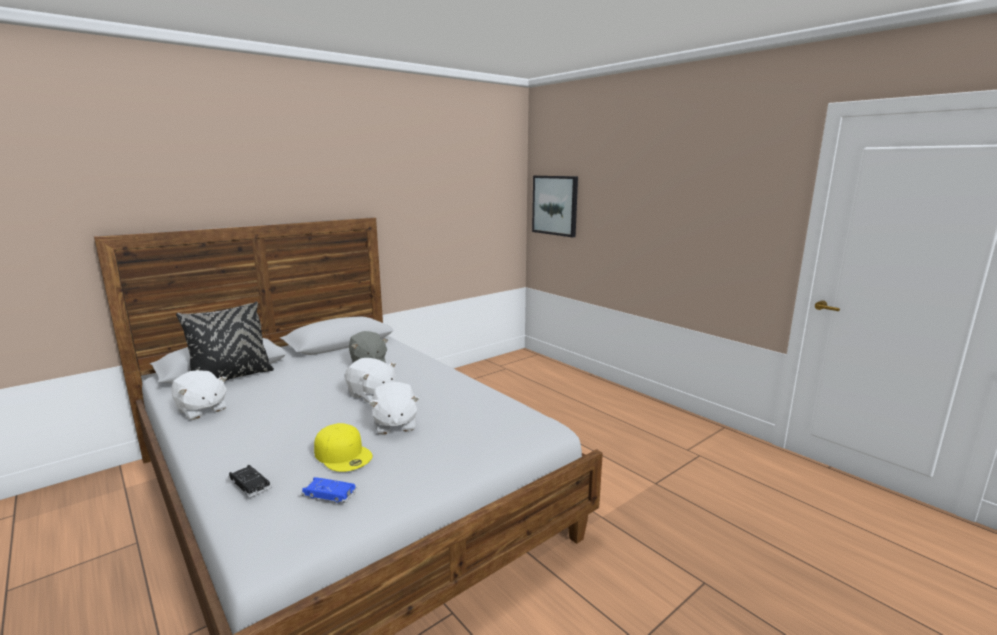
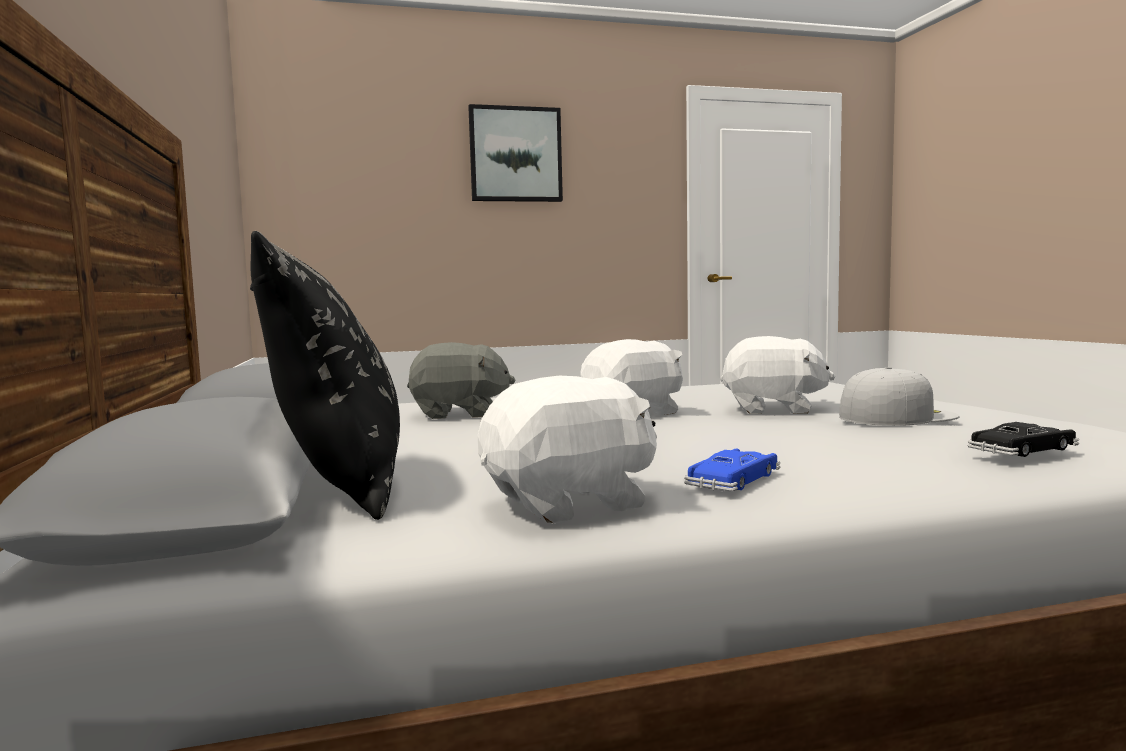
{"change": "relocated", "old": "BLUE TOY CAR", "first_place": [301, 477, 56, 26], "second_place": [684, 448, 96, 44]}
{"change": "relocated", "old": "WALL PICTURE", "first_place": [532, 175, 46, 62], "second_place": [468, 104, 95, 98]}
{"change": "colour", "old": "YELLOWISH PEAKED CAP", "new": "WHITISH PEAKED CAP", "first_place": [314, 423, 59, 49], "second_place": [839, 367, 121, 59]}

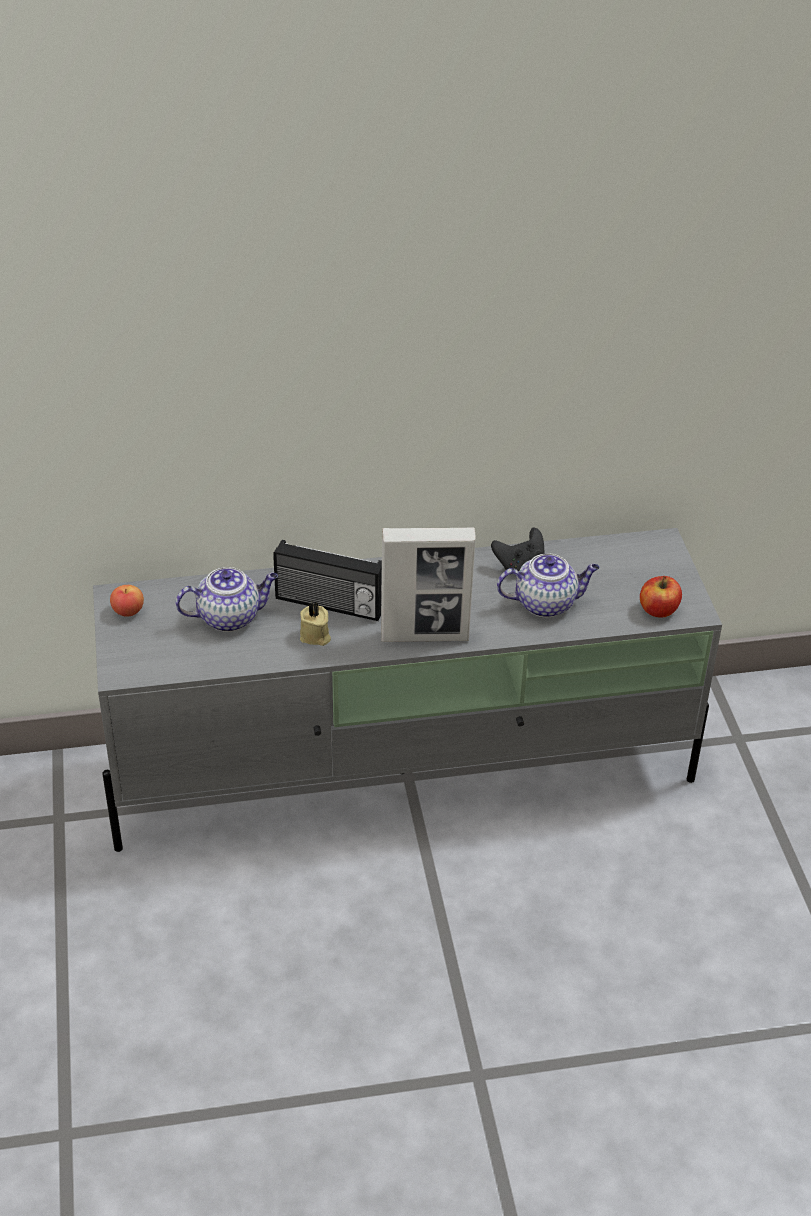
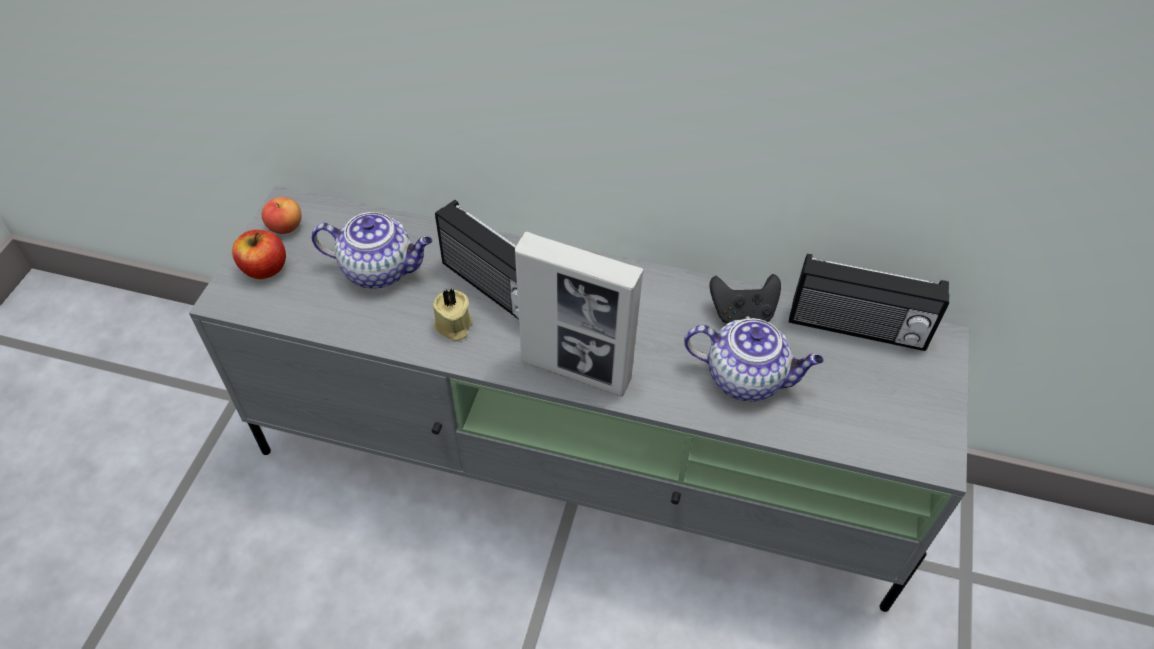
{"change": "appeared", "new": "RADIO RECEIVER", "second_place": [789, 254, 160, 97]}
{"change": "relocated", "old": "APPLE FRUIT", "first_place": [640, 576, 42, 42], "second_place": [232, 230, 54, 49]}

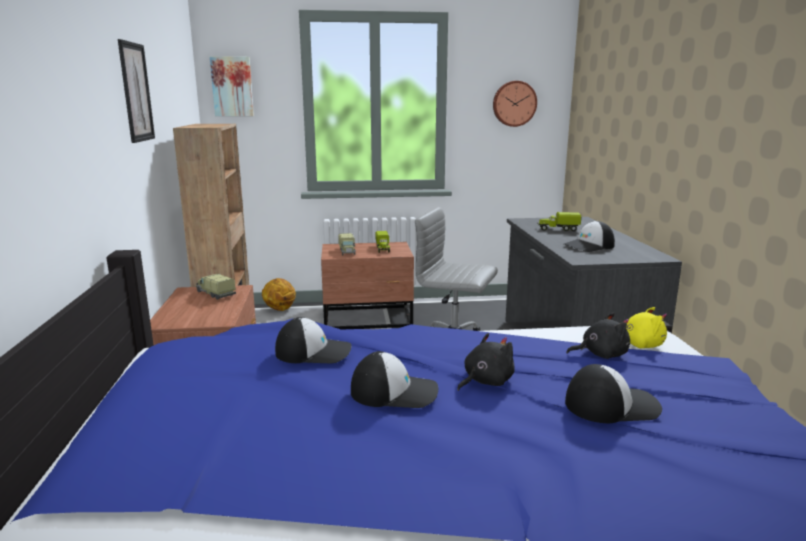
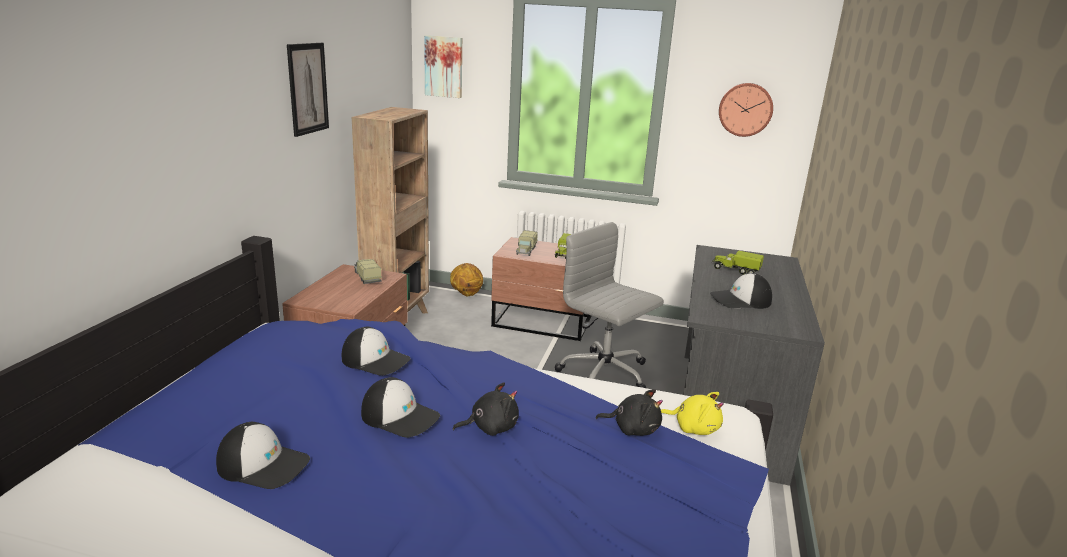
{"change": "relocated", "old": "PEAKED CAP", "first_place": [565, 364, 97, 59], "second_place": [216, 422, 94, 67]}

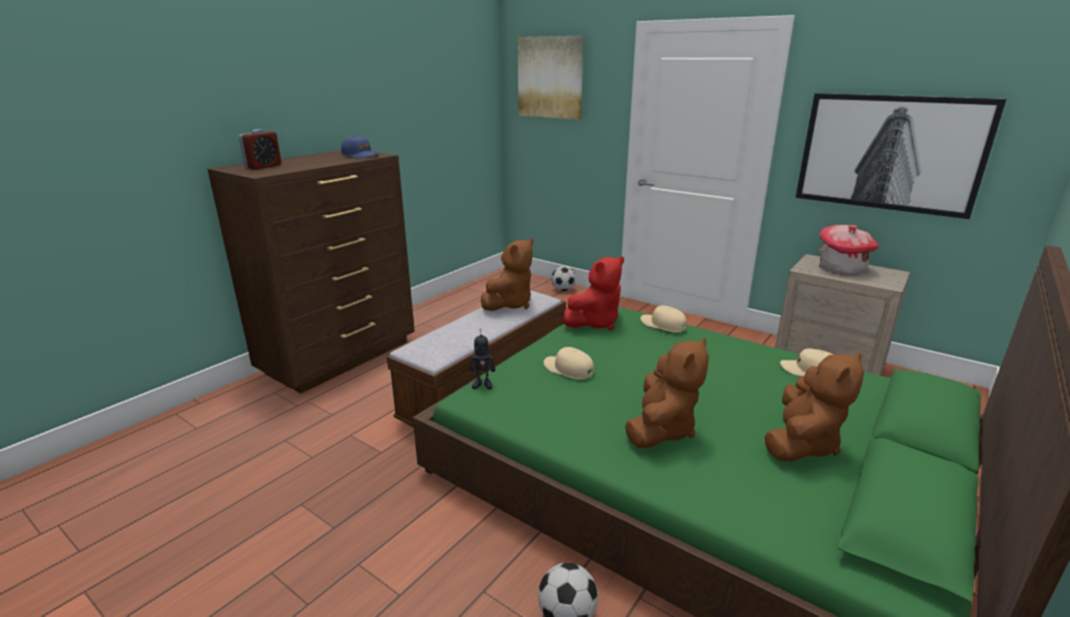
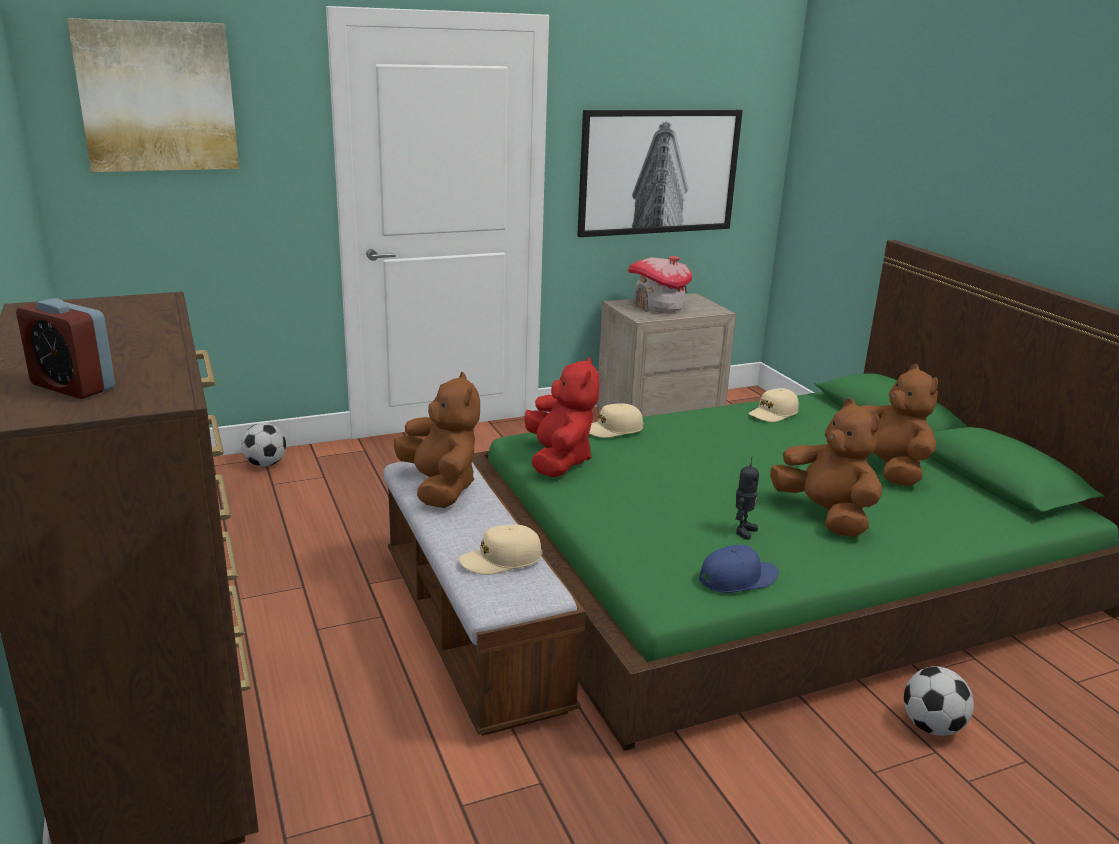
{"change": "relocated", "old": "BLUE PEAKED CAP", "first_place": [341, 136, 37, 23], "second_place": [699, 545, 80, 48]}
{"change": "relocated", "old": "TOY ROBOT", "first_place": [469, 328, 26, 61], "second_place": [736, 457, 23, 83]}
{"change": "relocated", "old": "BEIGE-COLOURED PEAKED CAP", "first_place": [544, 347, 50, 32], "second_place": [459, 525, 84, 50]}
{"change": "spun", "old": "ALARM CLOCK", "first_place": [239, 129, 42, 41], "second_place": [16, 298, 99, 101], "degrees": 150}

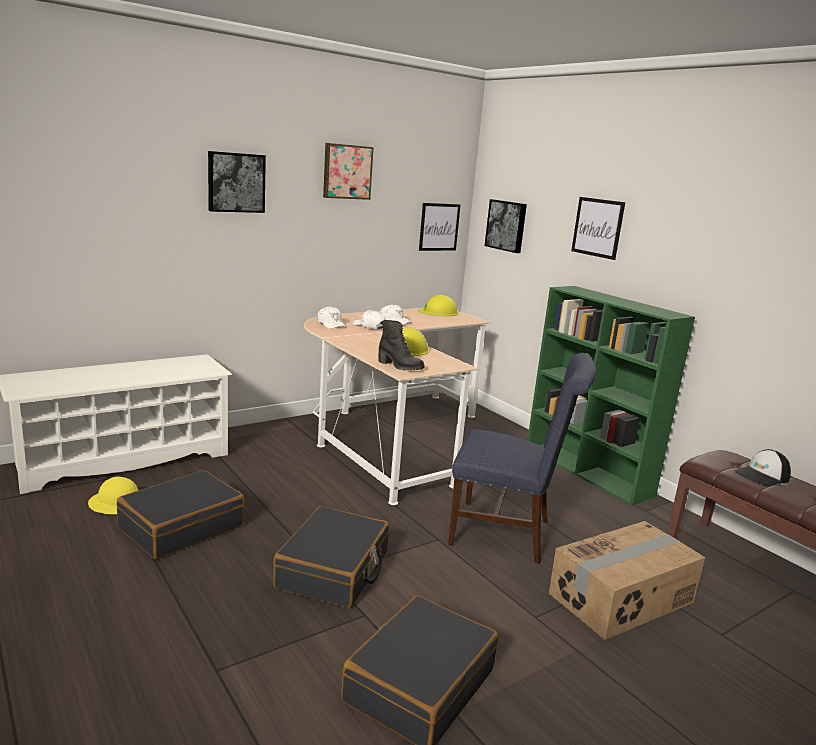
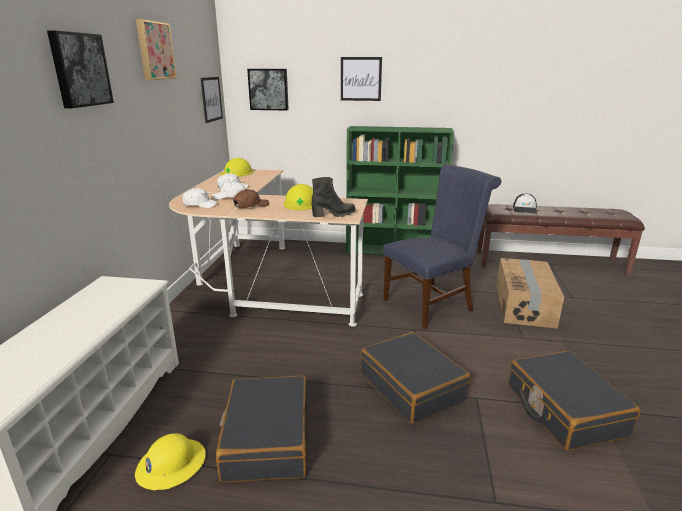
{"change": "appeared", "new": "BROWN PEAKED CAP", "second_place": [233, 189, 36, 19]}

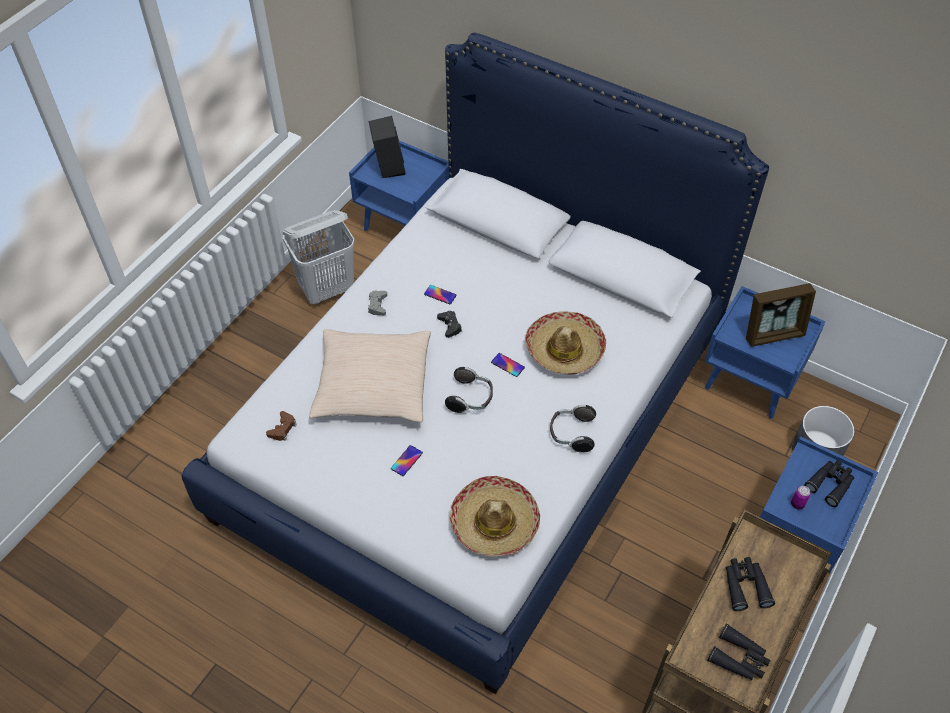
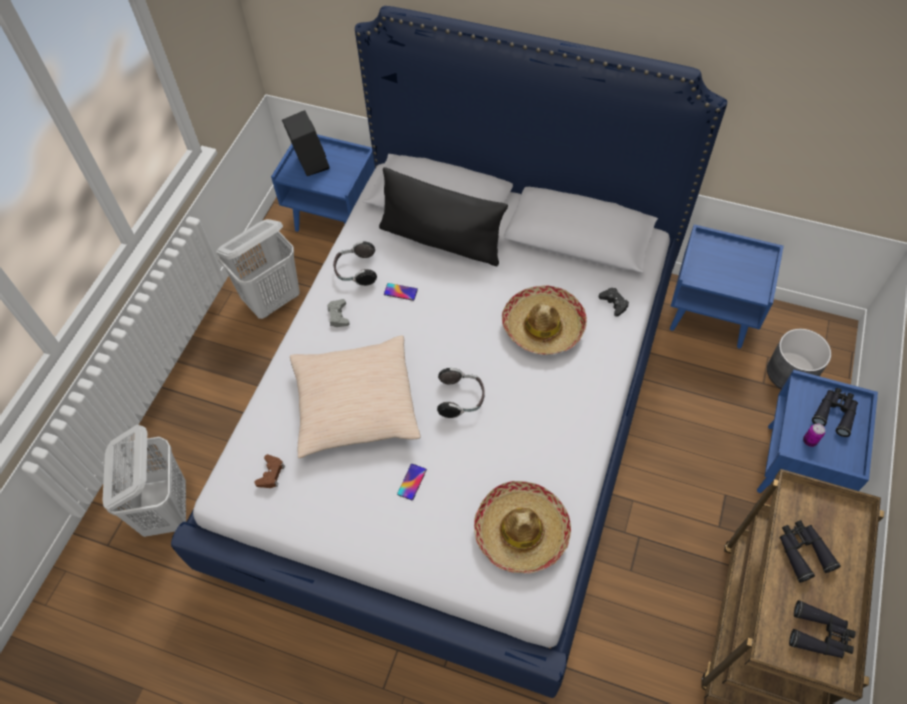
{"change": "missing", "old": "HANDSET", "first_place": [491, 353, 34, 24]}
{"change": "missing", "old": "PHOTO FRAME", "first_place": [746, 283, 70, 64]}
{"change": "appeared", "new": "WHITISH WASHING BASKET", "second_place": [102, 425, 84, 112]}
{"change": "appeared", "new": "BLACKISH PILLOW", "second_place": [379, 167, 129, 99]}
{"change": "relocated", "old": "BLACKISH JOYPAD", "first_place": [437, 311, 25, 27], "second_place": [599, 288, 30, 29]}
{"change": "relocated", "old": "HEADPHONES", "first_place": [550, 405, 46, 48], "second_place": [333, 241, 44, 45]}

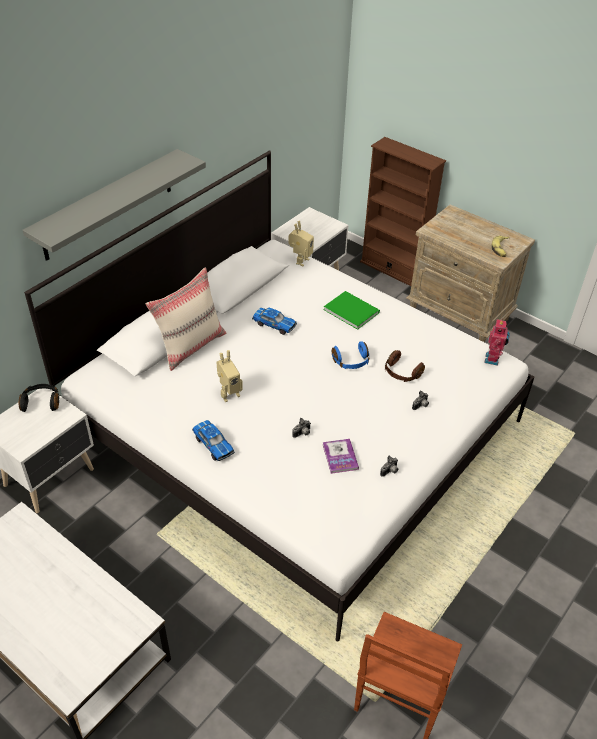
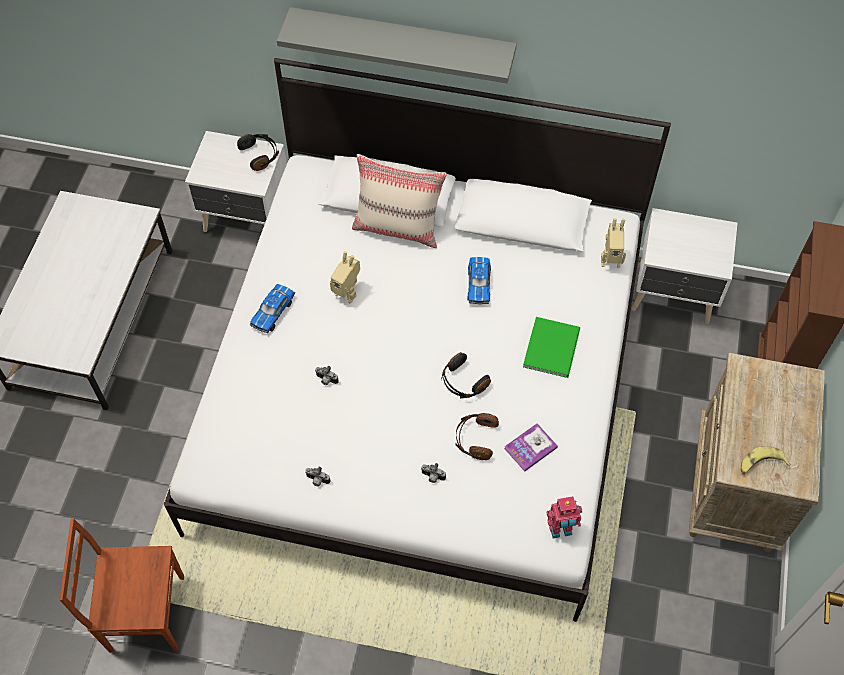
{"change": "relocated", "old": "VOLUME", "first_place": [323, 439, 36, 35], "second_place": [504, 423, 54, 49]}
{"change": "colour", "old": "BLUE HEADPHONES", "new": "BLACKISH HEADPHONES", "first_place": [332, 341, 38, 28], "second_place": [441, 352, 50, 46]}

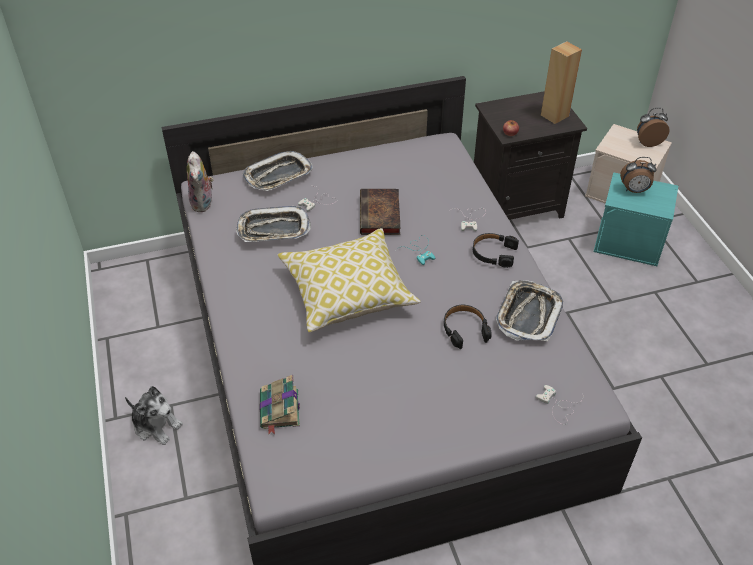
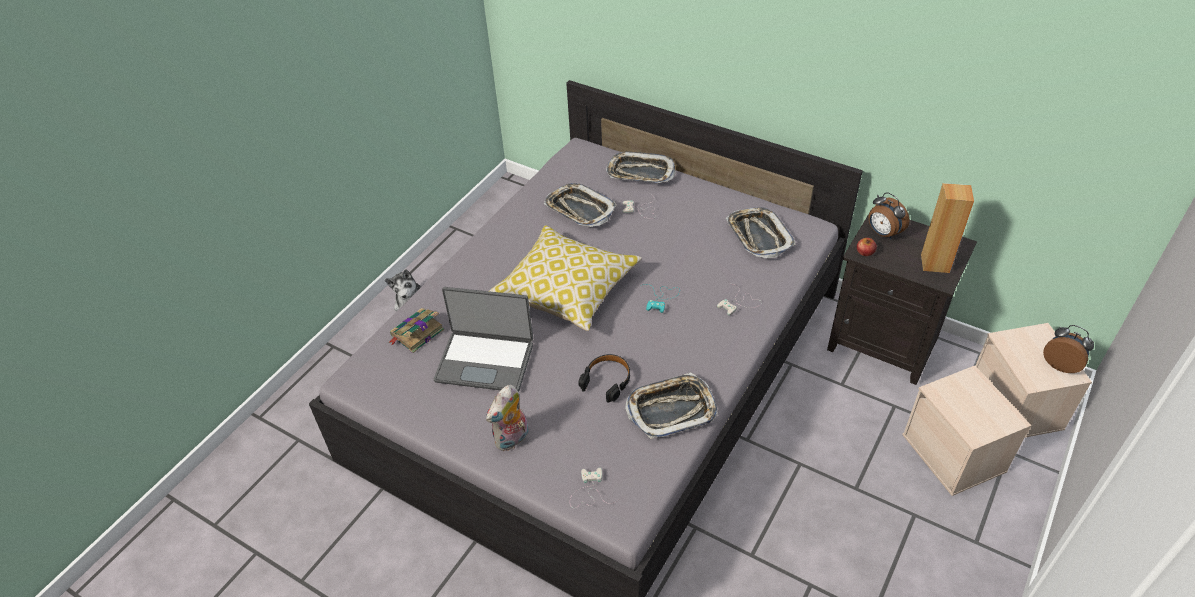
{"change": "missing", "old": "VOLUME", "first_place": [360, 189, 40, 46]}
{"change": "missing", "old": "BLACKISH HEADPHONES", "first_place": [473, 233, 46, 35]}
{"change": "appeared", "new": "NOTEBOOK COMPUTER", "second_place": [434, 287, 99, 105]}
{"change": "appeared", "new": "TRAY", "second_place": [725, 207, 71, 51]}
{"change": "relocated", "old": "SOFT TOY", "first_place": [187, 151, 27, 61], "second_place": [486, 385, 43, 66]}
{"change": "relocated", "old": "ALARM CLOCK", "first_place": [620, 157, 36, 36], "second_place": [868, 192, 41, 48]}
{"change": "colour", "old": "BLUE-GREEN STORAGE BOX", "new": "BEIGE-COLOURED STORAGE BOX", "first_place": [593, 172, 85, 94], "second_place": [902, 366, 129, 130]}

